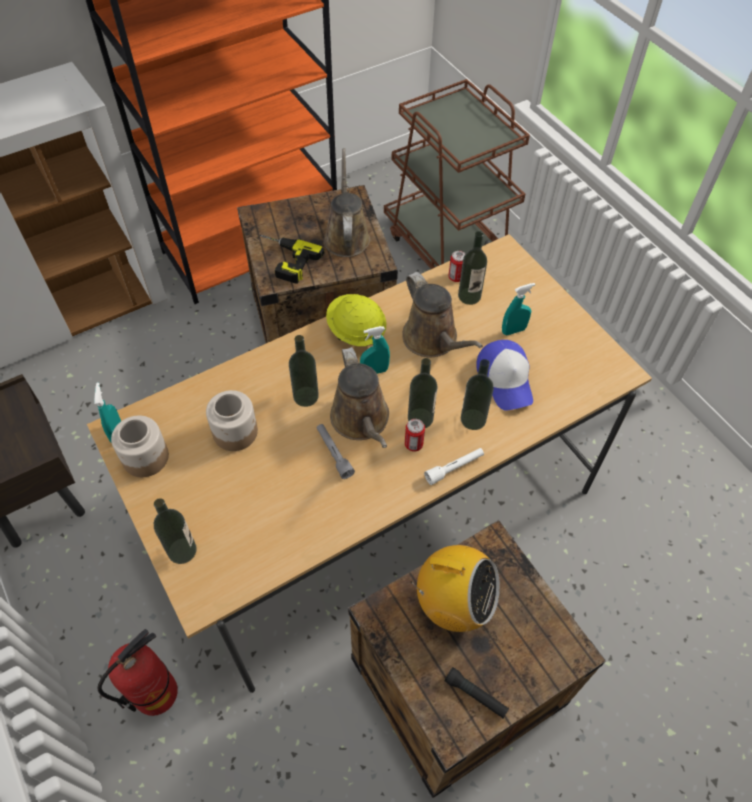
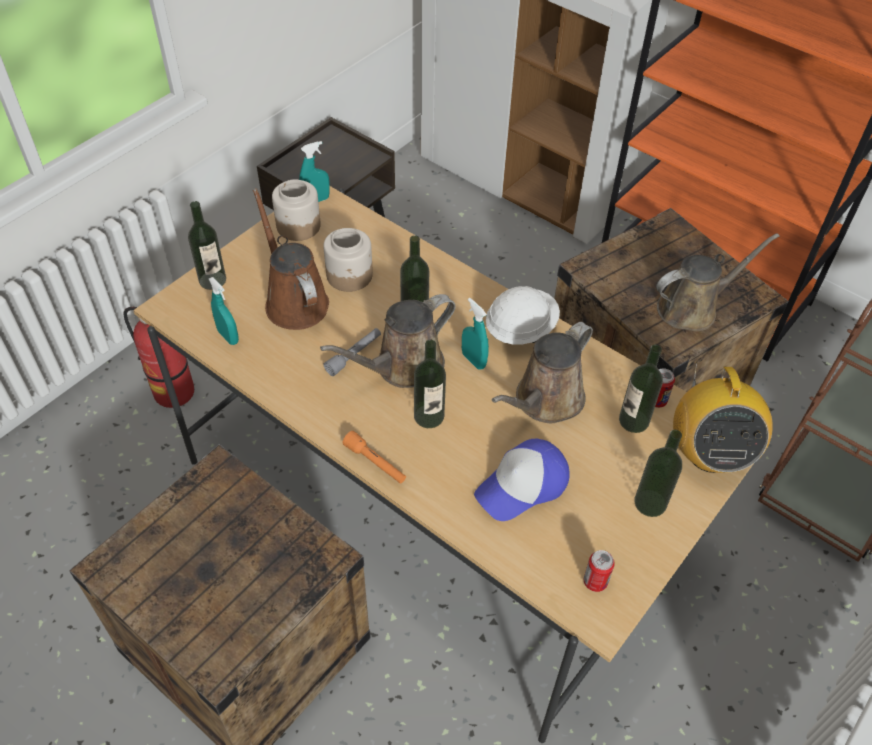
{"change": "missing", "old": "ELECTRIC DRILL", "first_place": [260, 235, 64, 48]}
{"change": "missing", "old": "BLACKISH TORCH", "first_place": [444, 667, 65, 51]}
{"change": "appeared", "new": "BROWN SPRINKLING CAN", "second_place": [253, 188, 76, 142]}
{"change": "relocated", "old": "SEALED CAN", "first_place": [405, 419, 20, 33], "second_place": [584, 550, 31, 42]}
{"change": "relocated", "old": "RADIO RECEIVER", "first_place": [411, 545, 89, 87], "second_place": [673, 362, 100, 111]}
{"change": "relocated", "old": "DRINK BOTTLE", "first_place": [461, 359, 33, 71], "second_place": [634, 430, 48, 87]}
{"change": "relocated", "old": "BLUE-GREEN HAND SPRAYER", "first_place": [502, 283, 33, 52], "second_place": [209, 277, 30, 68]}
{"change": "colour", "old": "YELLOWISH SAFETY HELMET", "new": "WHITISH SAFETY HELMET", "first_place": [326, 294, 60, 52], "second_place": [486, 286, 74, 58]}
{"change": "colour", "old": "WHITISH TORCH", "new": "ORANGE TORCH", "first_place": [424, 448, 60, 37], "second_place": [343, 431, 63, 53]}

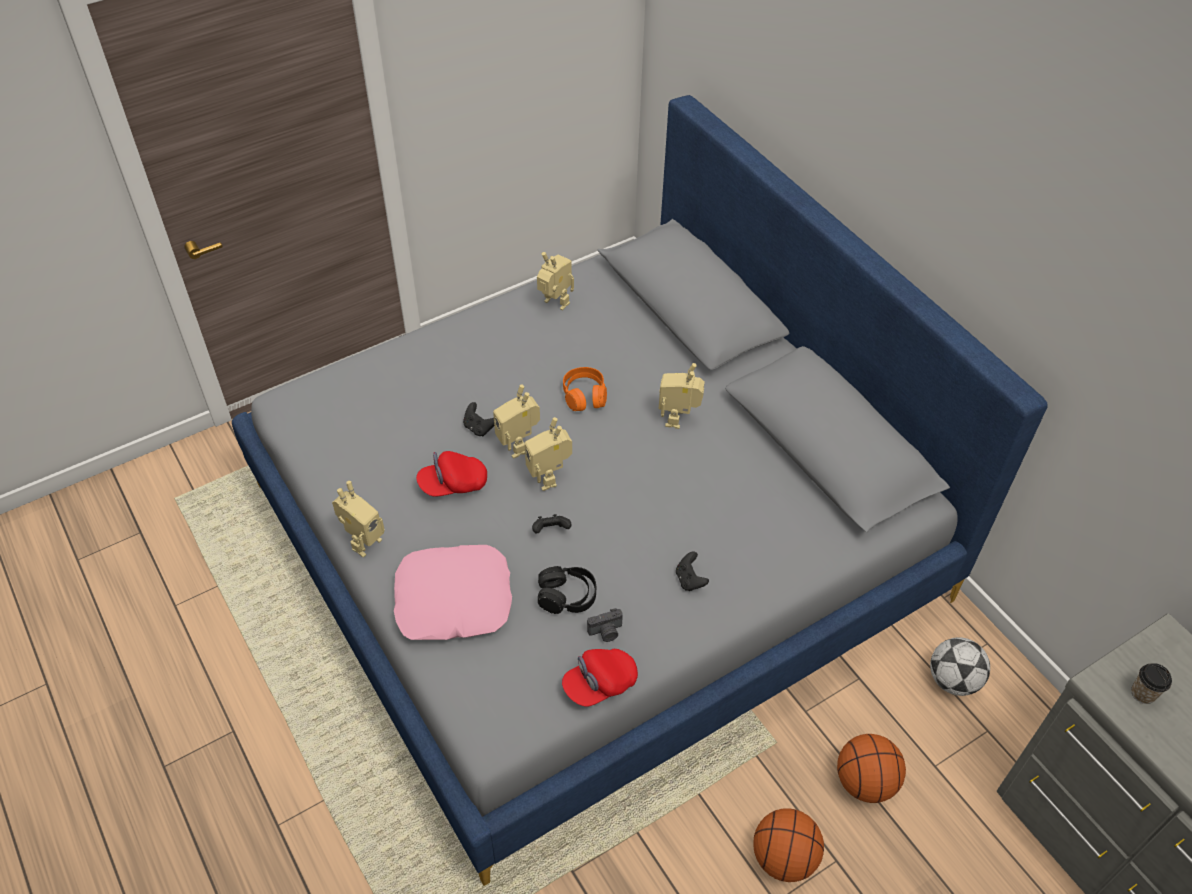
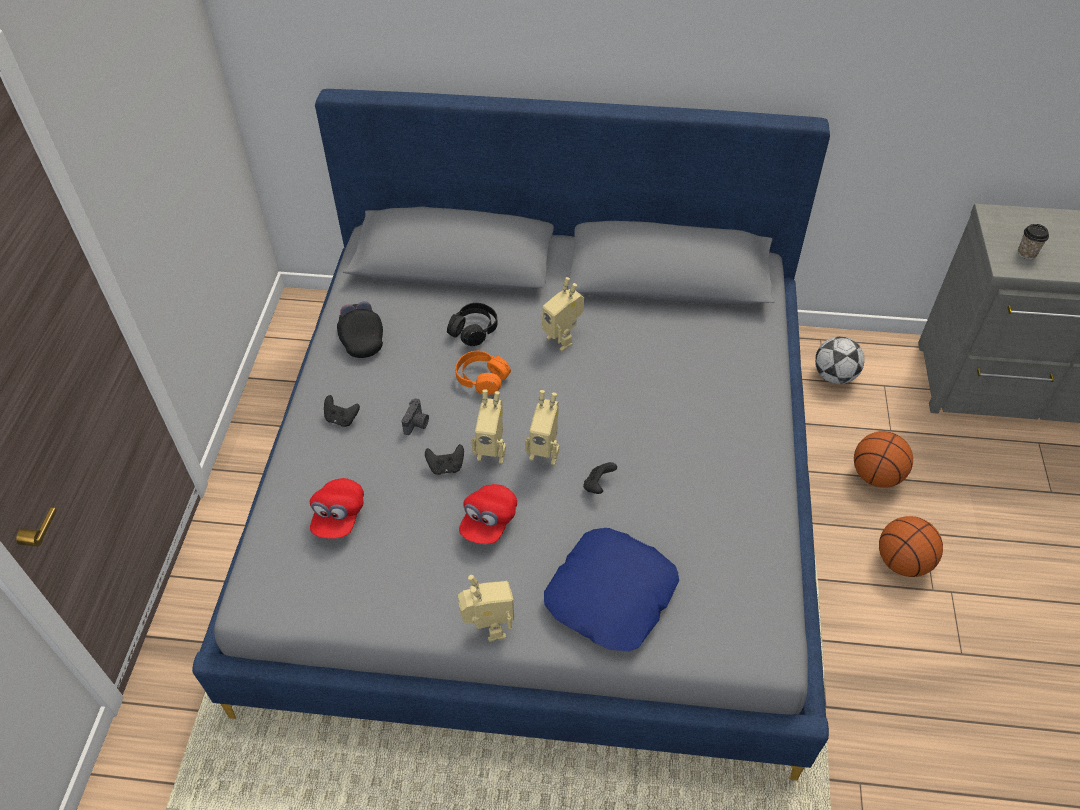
{"change": "relocated", "old": "BLACKISH HEADPHONES", "first_place": [538, 566, 58, 48], "second_place": [447, 303, 51, 43]}
{"change": "relocated", "old": "RED PEAKED CAP", "first_place": [562, 649, 76, 58], "second_place": [310, 478, 54, 61]}
{"change": "relocated", "old": "PHOTO CAMERA", "first_place": [587, 608, 36, 34], "second_place": [401, 398, 28, 37]}
{"change": "relocated", "old": "BLACKISH JOYPAD", "first_place": [676, 551, 33, 40], "second_place": [324, 395, 36, 32]}
{"change": "exchanged", "old": "TOY ROBOT", "new": "BLACKISH PEAKED CAP", "first_place": [537, 252, 37, 59], "second_place": [337, 301, 46, 57]}
{"change": "colour", "old": "PINK PILLOW", "new": "BLUE PILLOW", "first_place": [394, 545, 118, 95], "second_place": [544, 528, 135, 123]}

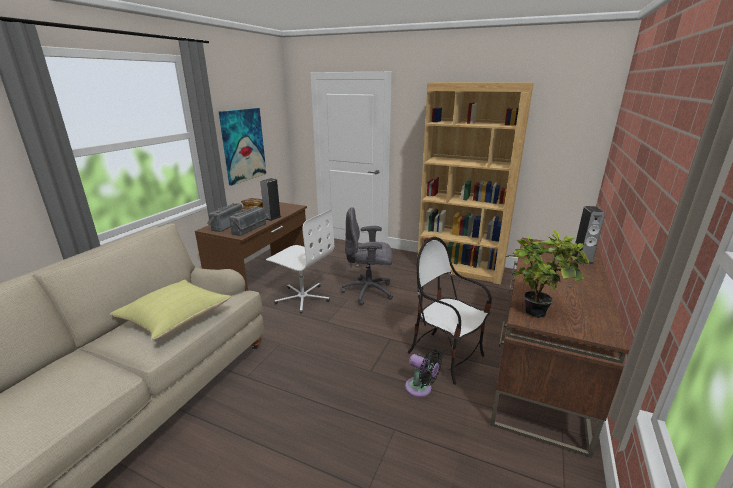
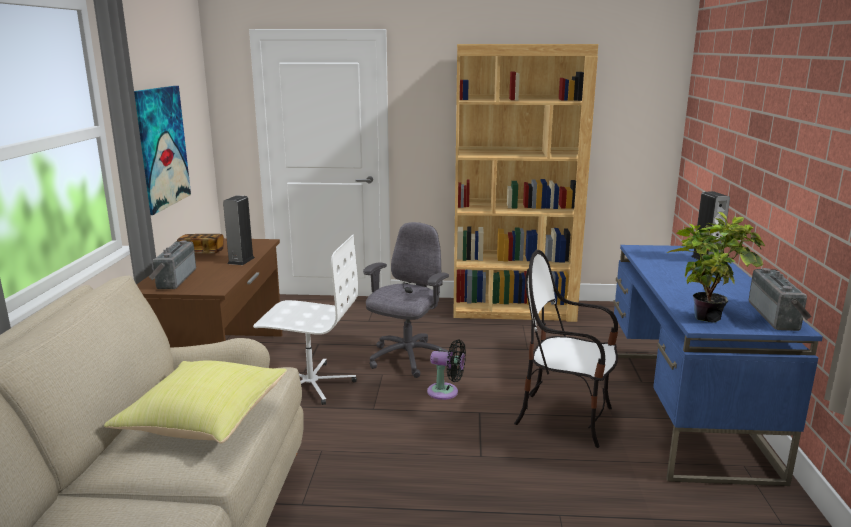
{"change": "relocated", "old": "RADIO RECEIVER", "first_place": [229, 206, 39, 30], "second_place": [749, 268, 63, 63]}
{"change": "relocated", "old": "BLACKISH FAN", "first_place": [405, 350, 37, 47], "second_place": [427, 339, 39, 61]}
{"change": "colour", "old": "BROWN DESK TABLE", "new": "BLUE DESK TABLE", "first_place": [490, 238, 139, 220], "second_place": [613, 245, 210, 241]}
{"change": "spun", "old": "GREY DESK CHAIR", "first_place": [342, 207, 51, 99], "second_place": [363, 222, 86, 156], "degrees": 135}

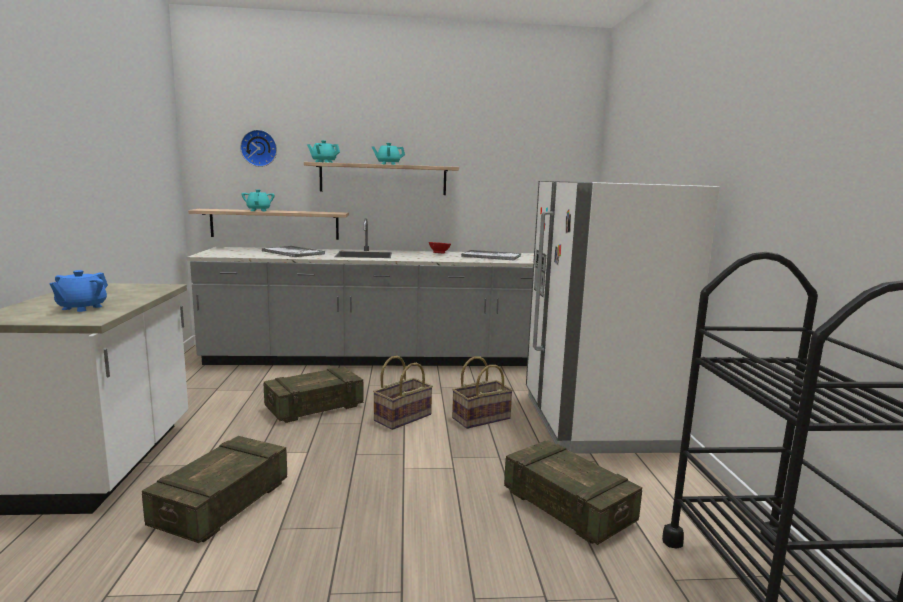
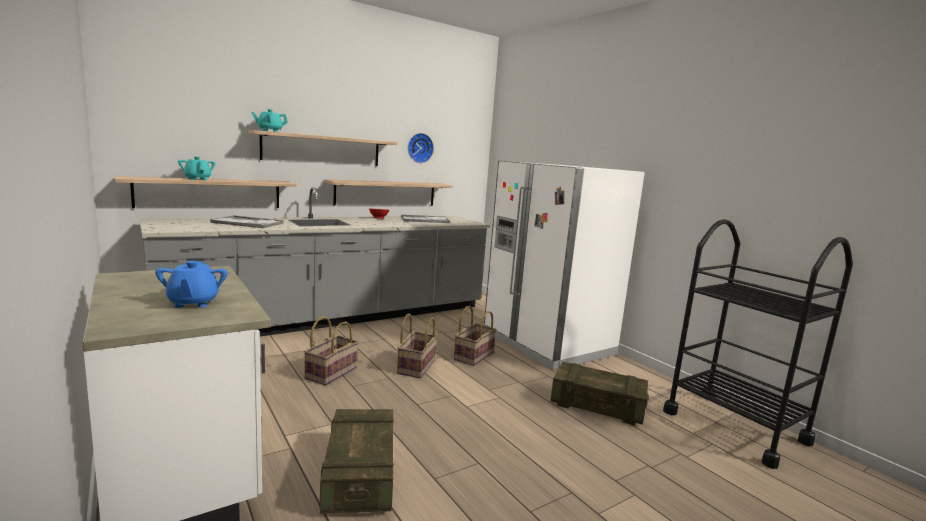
{"change": "missing", "old": "BLUE-GREEN TEA POT", "first_place": [372, 143, 33, 22]}
{"change": "appeared", "new": "WALL SHELF", "second_place": [324, 179, 129, 27]}
{"change": "relocated", "old": "WALL CLOCK", "first_place": [240, 130, 37, 37], "second_place": [408, 133, 26, 30]}
{"change": "exchanged", "old": "CRATE", "new": "STORAGE BASKET", "first_place": [263, 367, 101, 56], "second_place": [304, 316, 55, 70]}

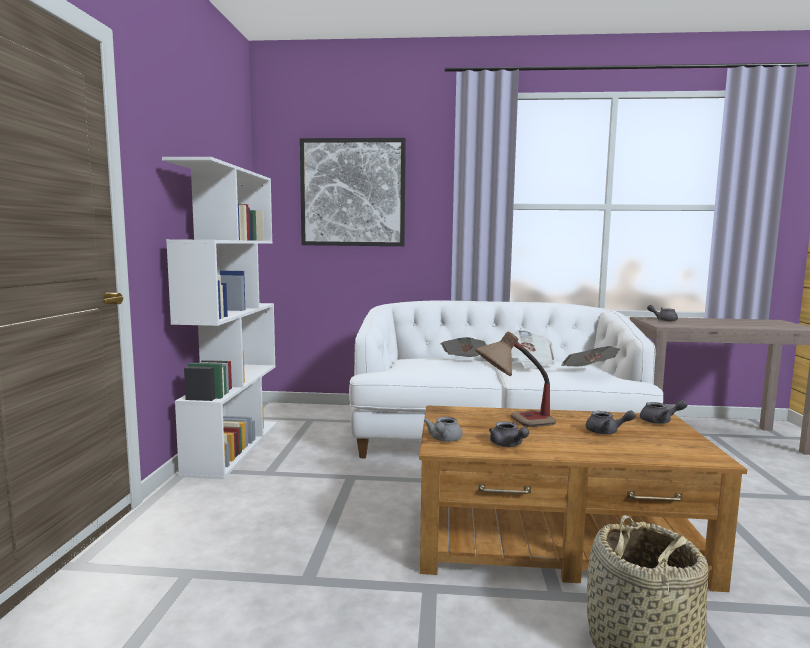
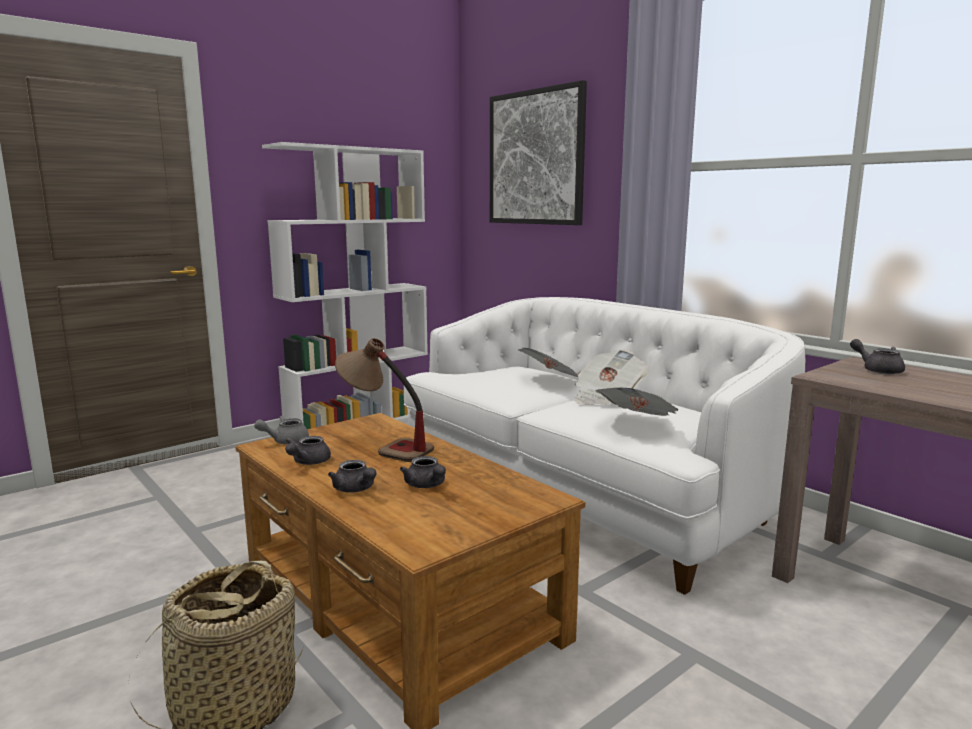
{"change": "relocated", "old": "GREY TEA POT", "first_place": [640, 400, 47, 24], "second_place": [328, 460, 48, 33]}

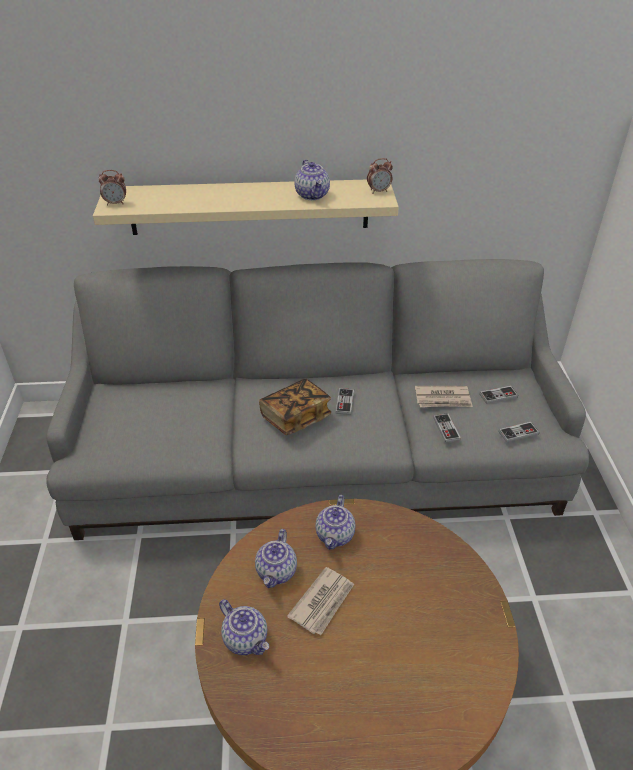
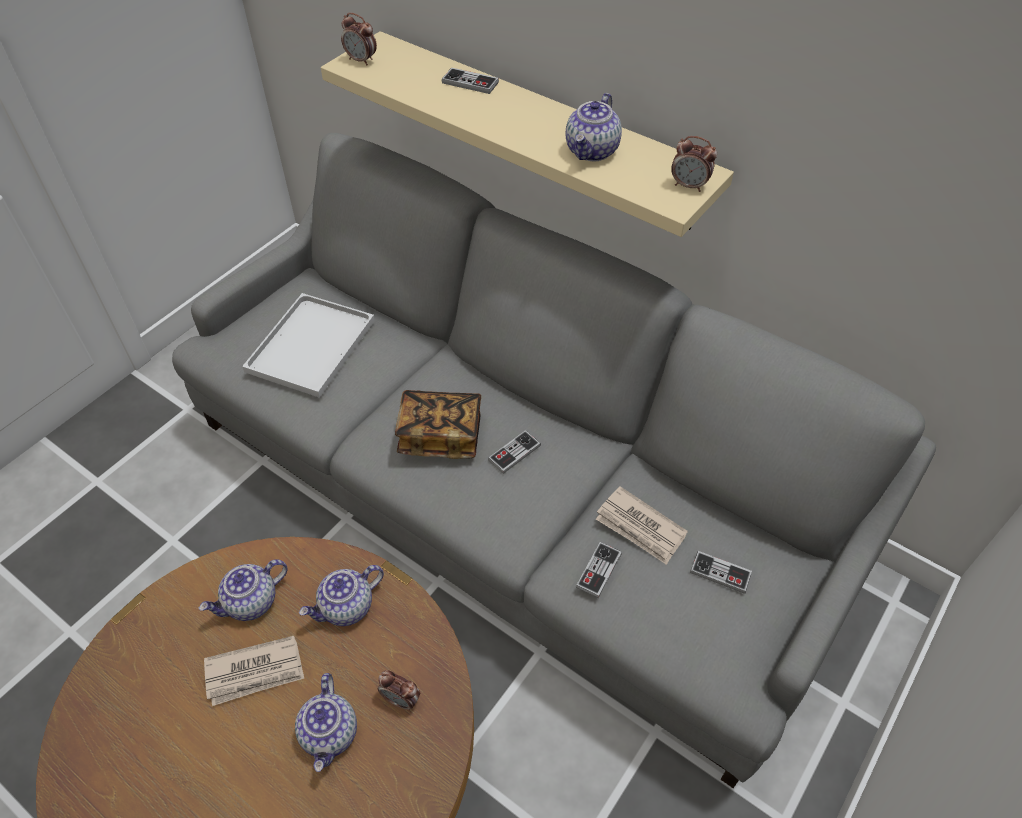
{"change": "appeared", "new": "WHITISH TRAY", "second_place": [242, 293, 133, 105]}
{"change": "appeared", "new": "ALARM CLOCK", "second_place": [378, 670, 43, 40]}
{"change": "relocated", "old": "TEA POT", "first_place": [219, 599, 50, 56], "second_place": [295, 673, 62, 99]}
{"change": "relocated", "old": "JOYPAD", "first_place": [498, 422, 41, 20], "second_place": [442, 67, 57, 27]}

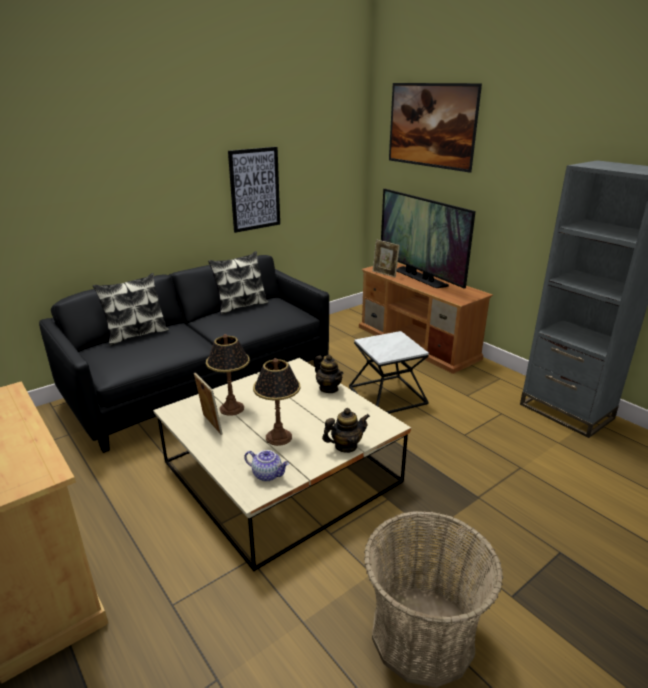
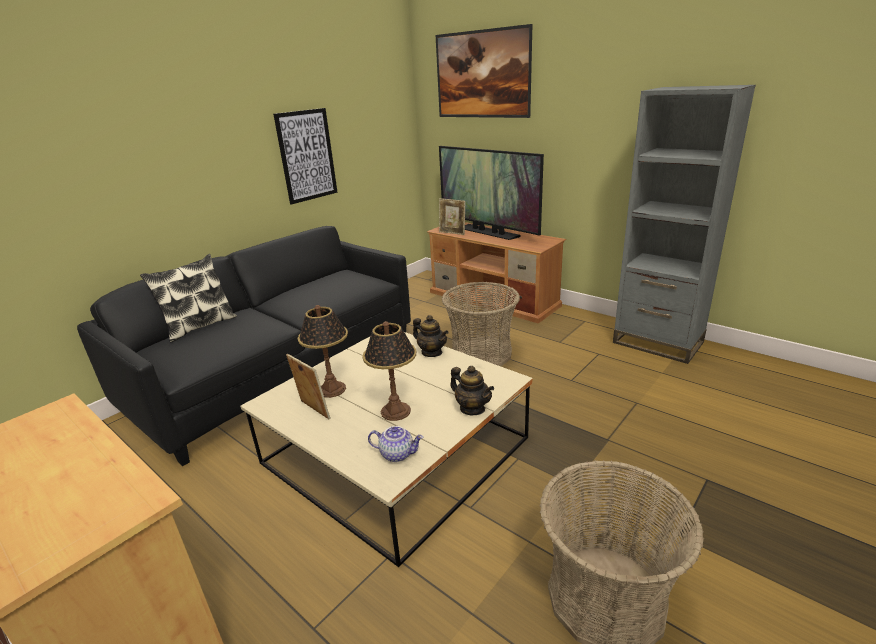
{"change": "missing", "old": "PILLOW", "first_place": [208, 251, 60, 64]}
{"change": "exchanged", "old": "ACCENT TABLE", "new": "STORAGE BASKET", "first_place": [349, 331, 80, 82], "second_place": [442, 282, 78, 84]}
{"change": "spun", "old": "TEA POT", "first_place": [322, 408, 48, 45], "second_place": [450, 366, 44, 49], "degrees": 75}

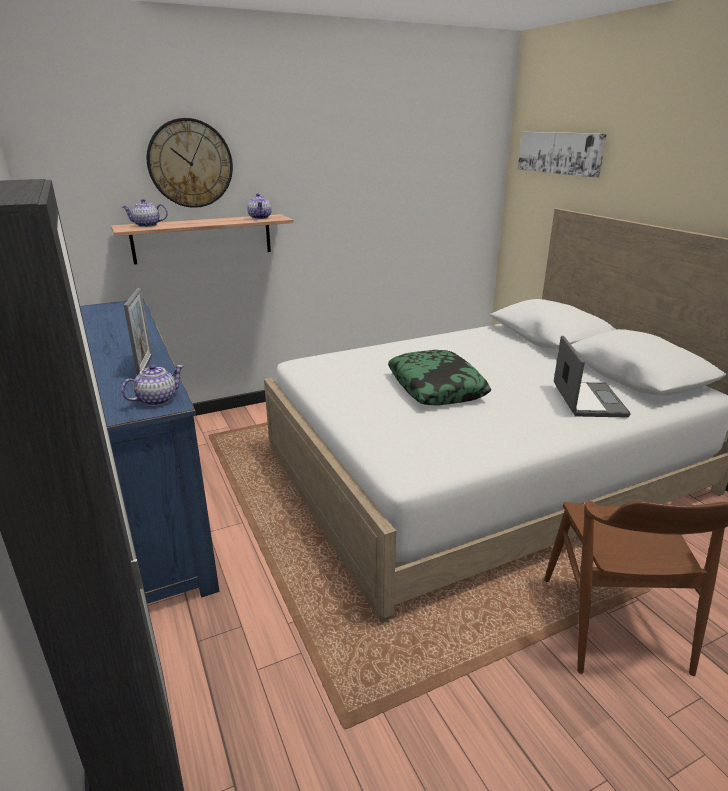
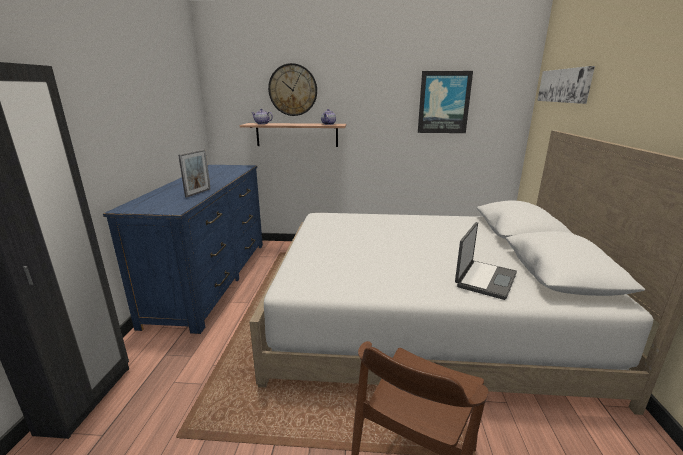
{"change": "missing", "old": "TEA POT", "first_place": [121, 364, 63, 42]}
{"change": "missing", "old": "PILLOW", "first_place": [388, 350, 103, 55]}
{"change": "appeared", "new": "WALL PICTURE", "second_place": [418, 71, 55, 62]}

